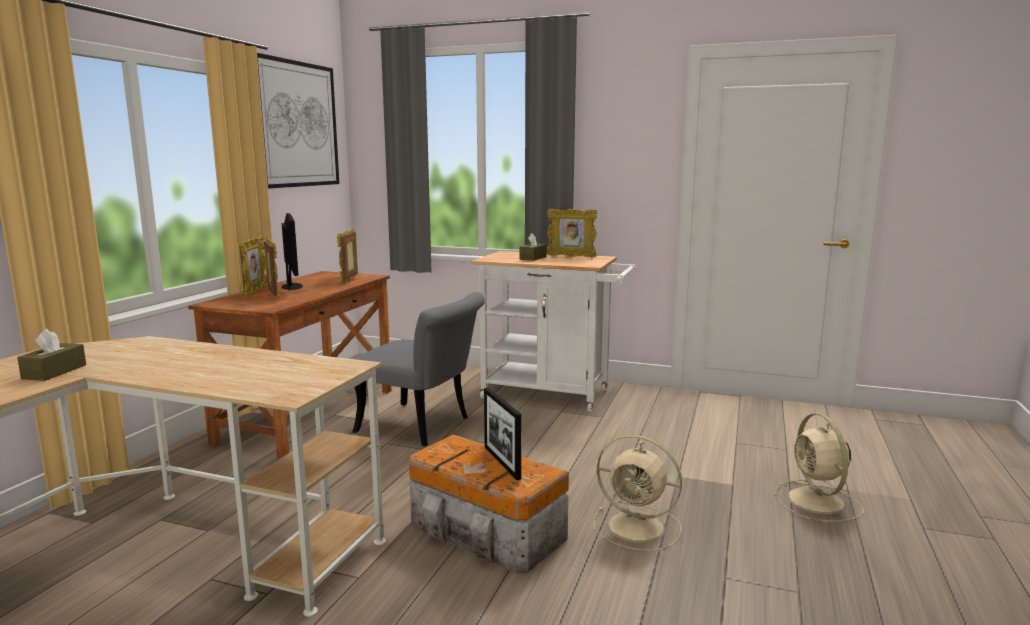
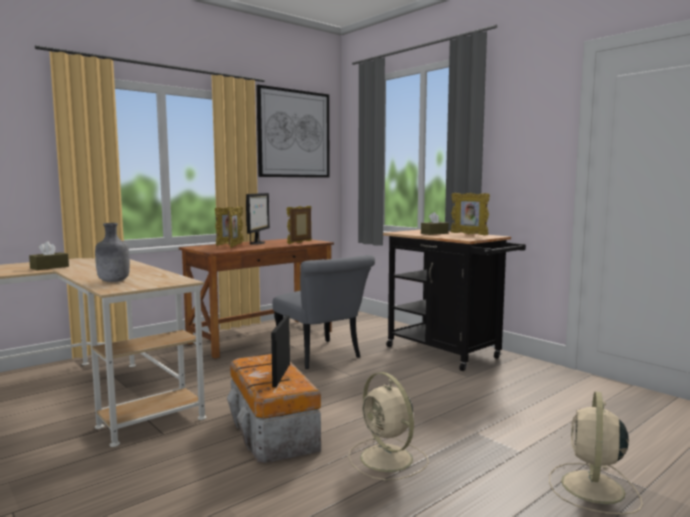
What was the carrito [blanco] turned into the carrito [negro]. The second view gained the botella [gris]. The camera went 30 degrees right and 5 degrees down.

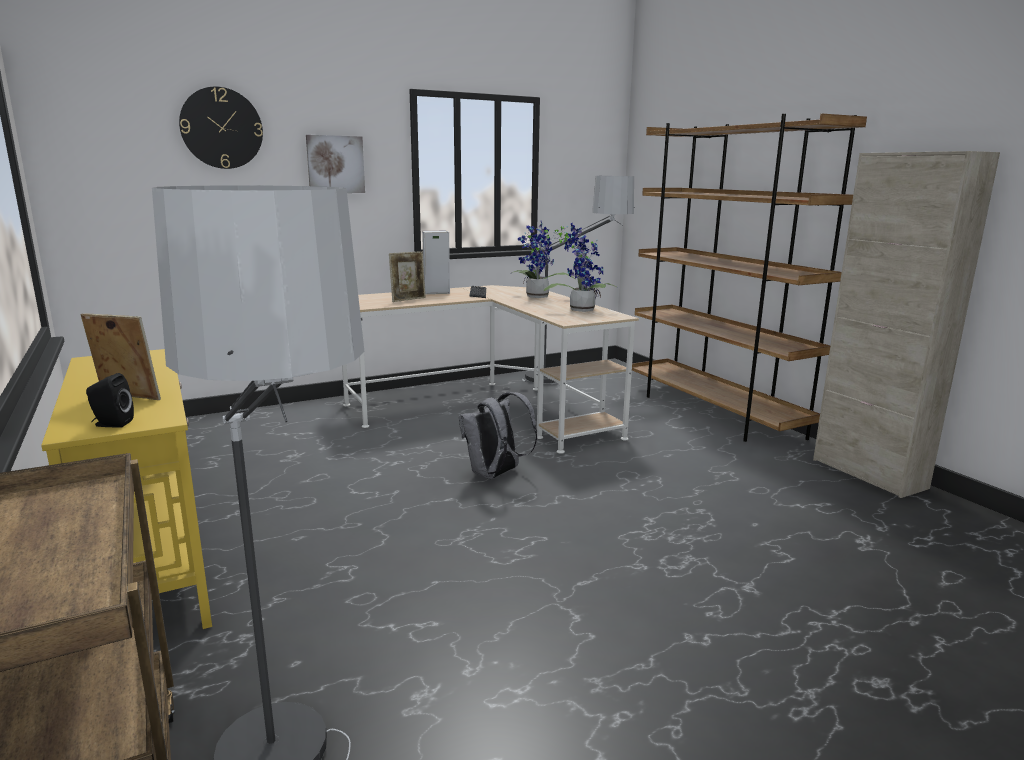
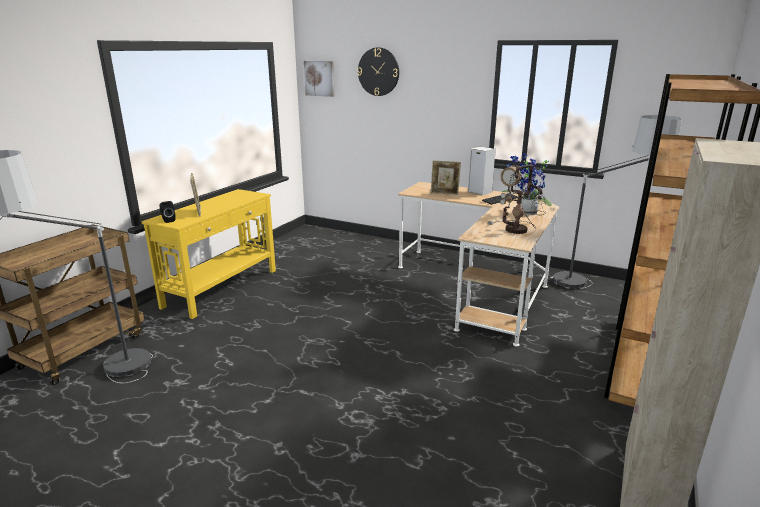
The cuadro ended up elsewhere. Where the planta en maceta (2nd from left) stood, the lámpara de mesa came to stand. The second view lost the mochila [gris]. The camera went 55 degrees right and 5 degrees up.

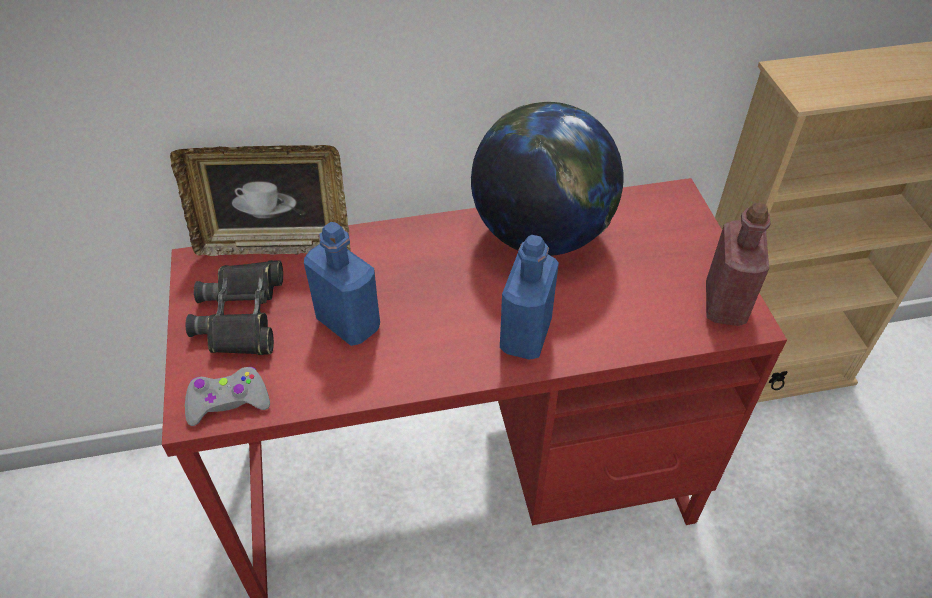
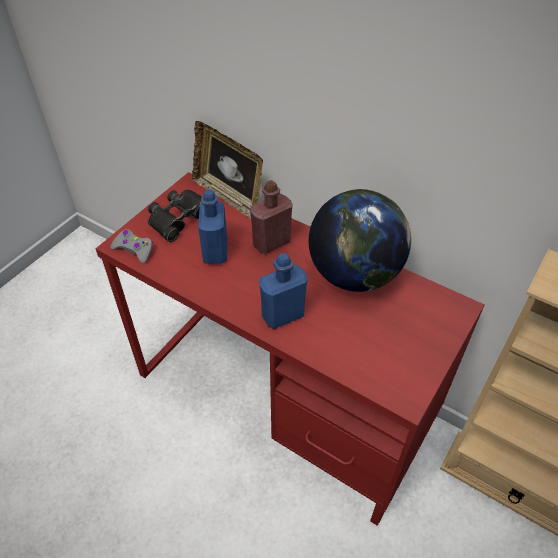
The botella [rojo] ended up elsewhere. The camera went 45 degrees right and 0 degrees up.

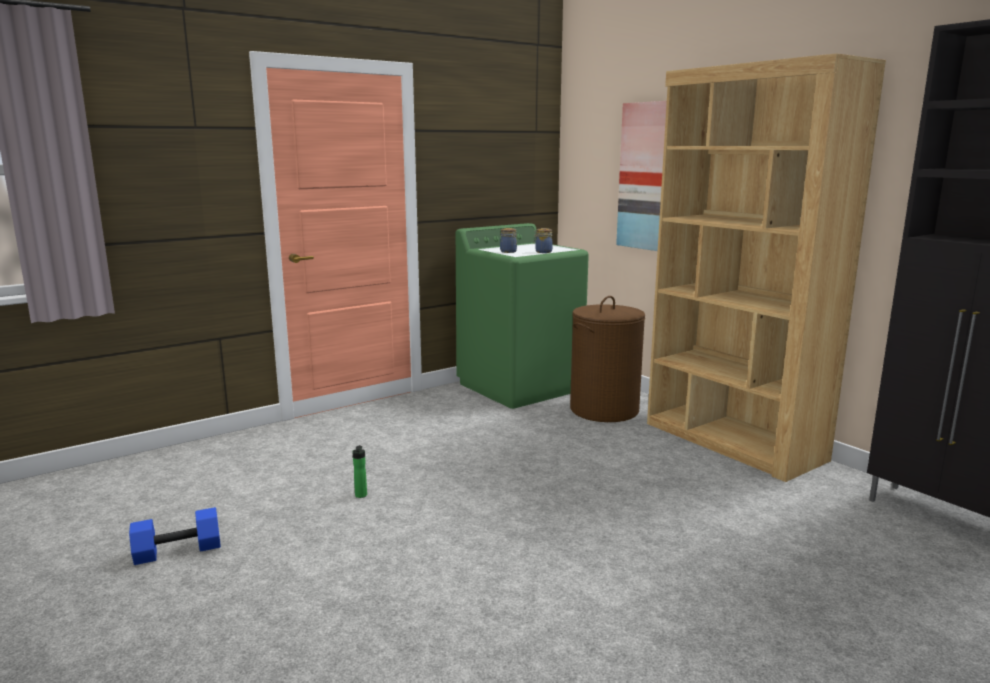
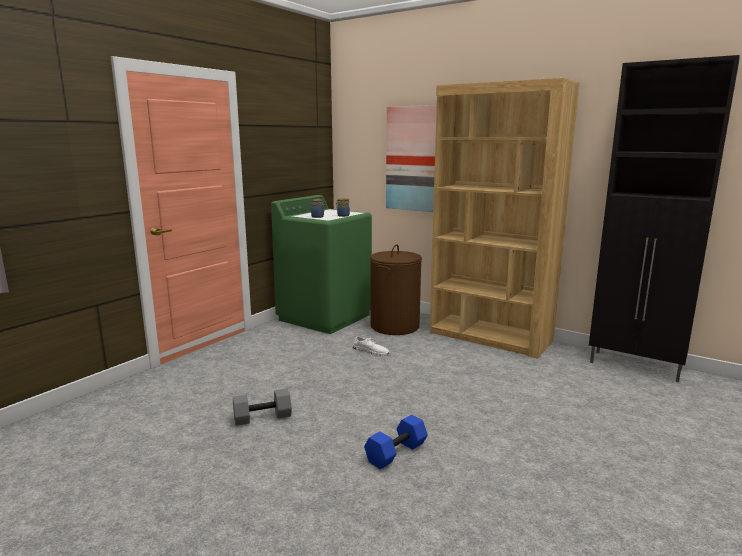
Where the botella stood, the mancuerna [gris] came to stand. The mancuerna [azul] ended up elsewhere. The second view gained the zapato [blanco]. The camera went 20 degrees left and 0 degrees up.

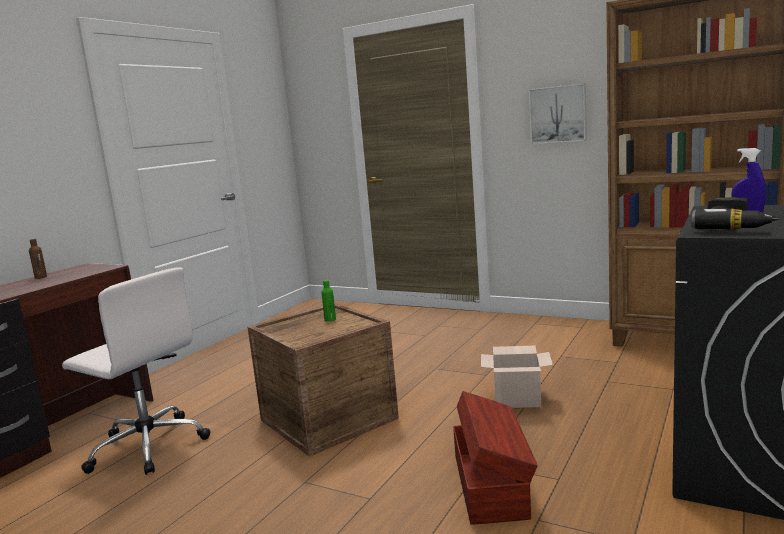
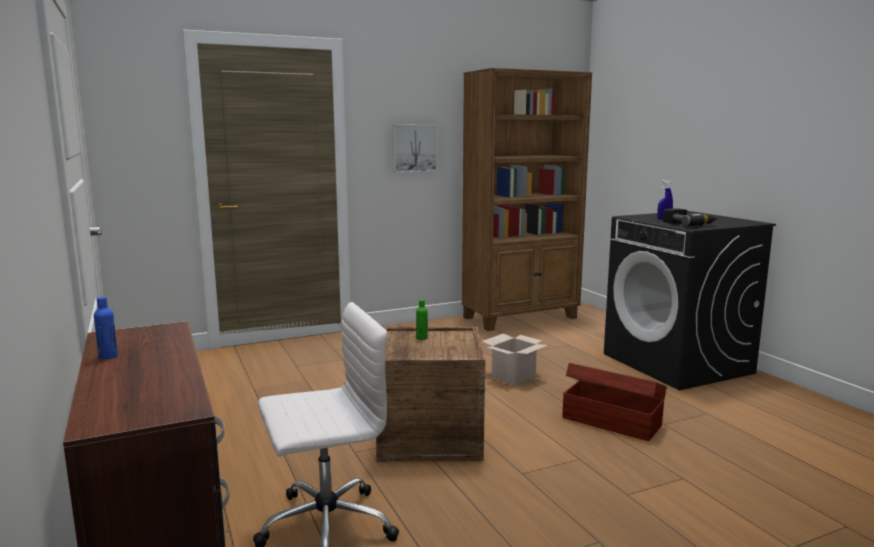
What was the botella [marrón] turned into the botella [azul]. The camera went 55 degrees left and 0 degrees up.

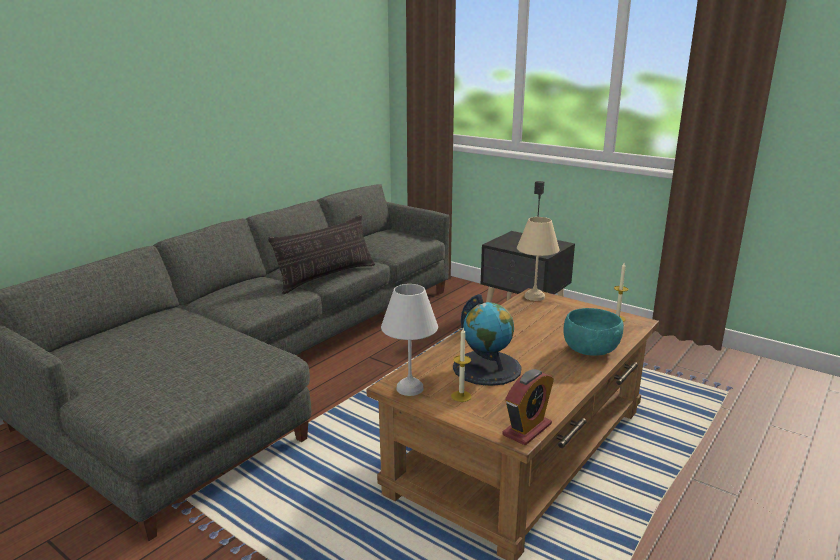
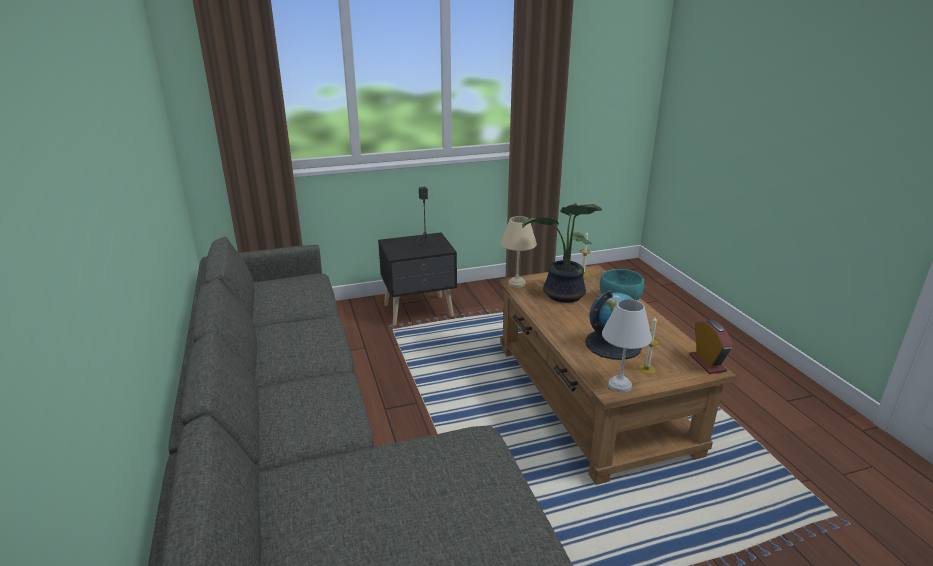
The second view lost the cojín. The second view gained the planta en maceta. The camera went 55 degrees left and 5 degrees up.

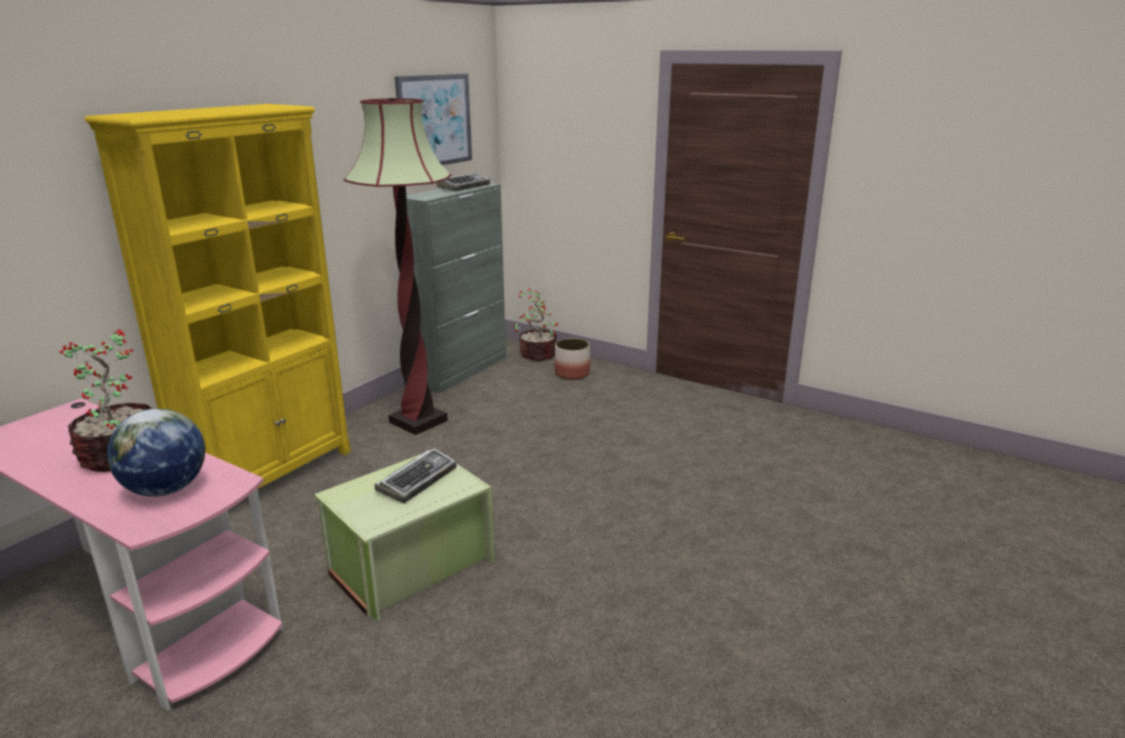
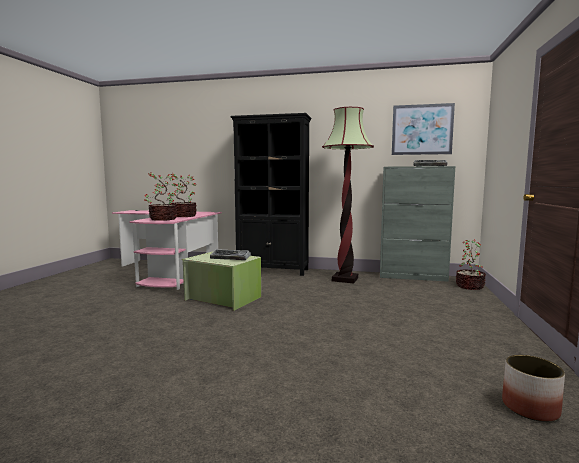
What was the estantería [amarillo] turned into the estantería [negro]. The maceta ended up elsewhere. Where the globo terráqueo stood, the planta en maceta (1st from left) came to stand. The camera went 70 degrees right and 15 degrees down.

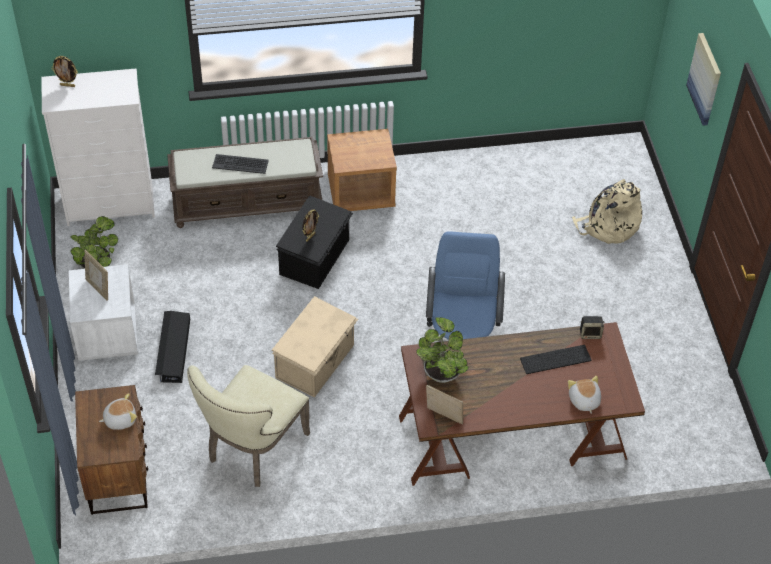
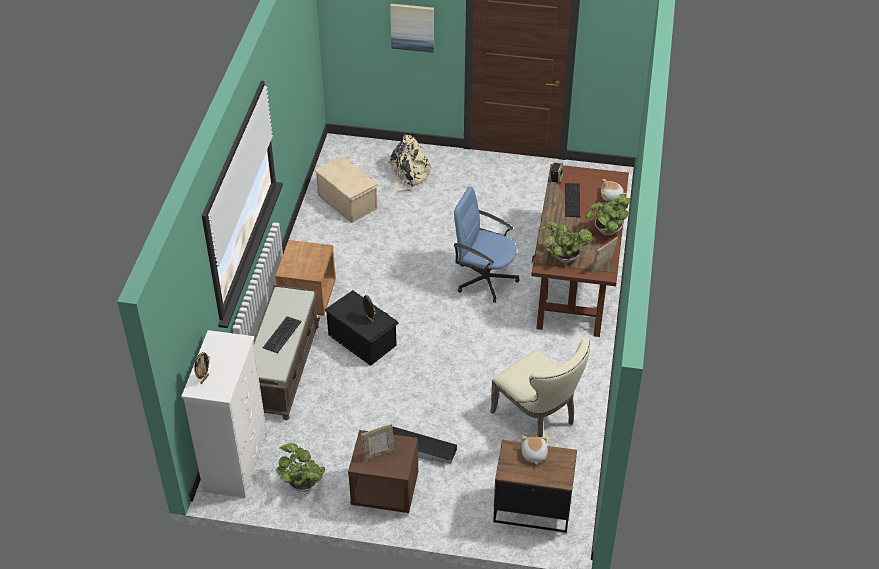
What was the mesita de noche [blanco] turned into the mesita de noche [marrón] (2nd from left). The caja de almacenaje [beis] ended up elsewhere. The second view gained the planta en maceta (3rd from left). The camera went 70 degrees left and 5 degrees down.

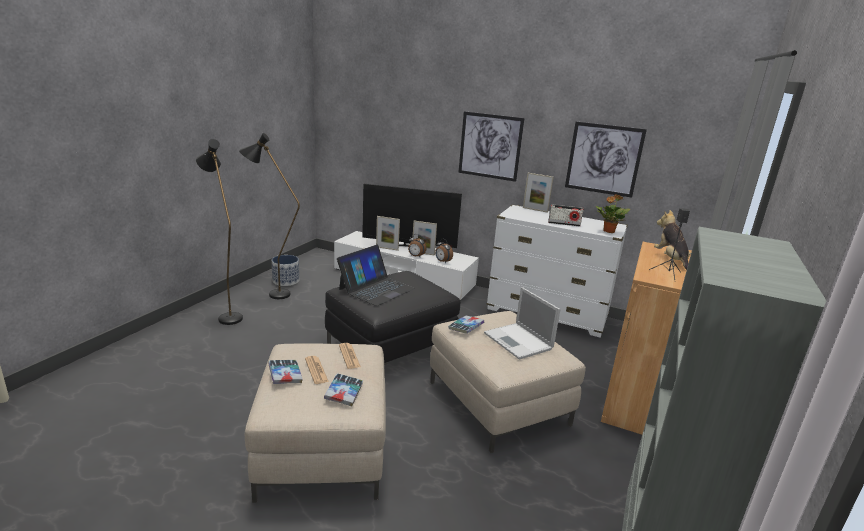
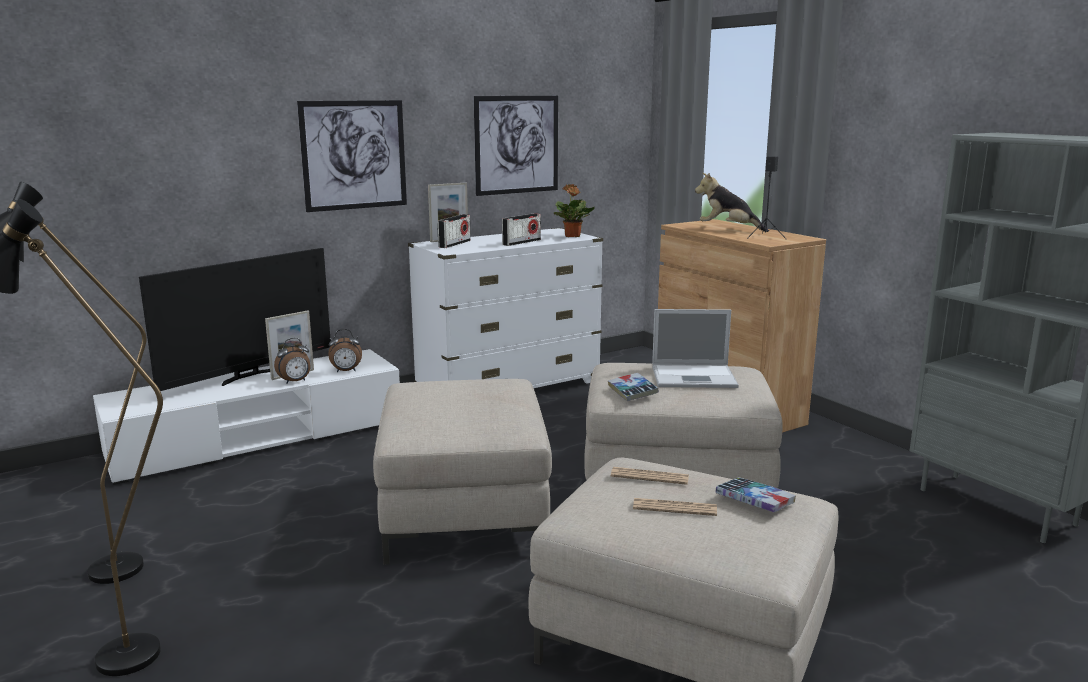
The second view lost the portarretratos (1st from left). The second view lost the portátil (1st from left). The second view lost the maceta. What was the puf [negro] turned into the puf [beis] (1st from left). The second view lost the libro (1st from left). The second view gained the radio (1st from left). The camera went 55 degrees left and 5 degrees down.

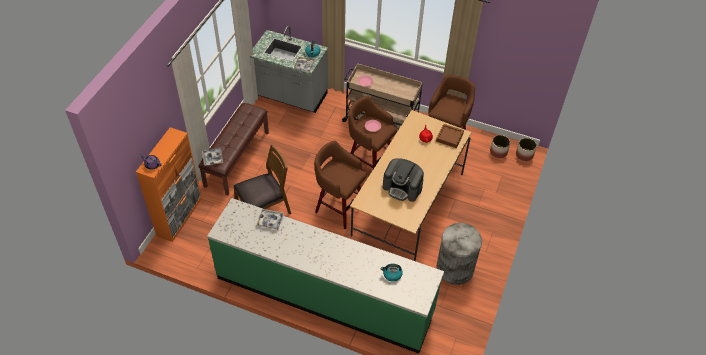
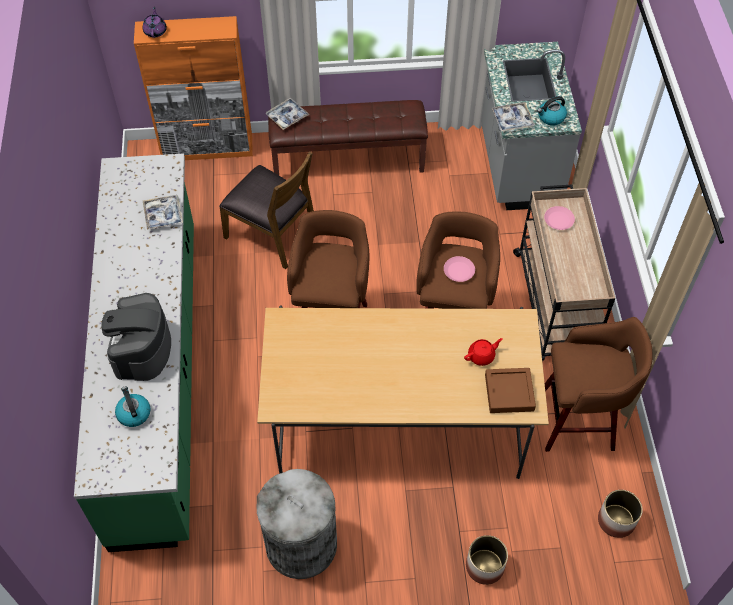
The maceta (2nd from left in the first image) ended up elsewhere. The cafetera ended up elsewhere. The camera went 65 degrees right and 5 degrees up.

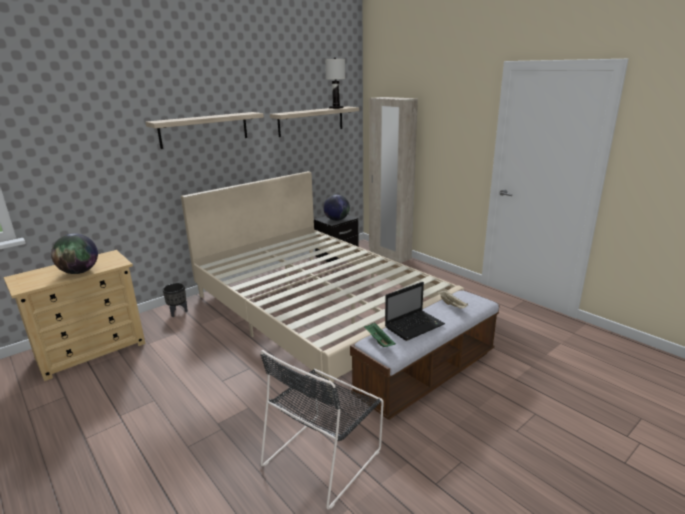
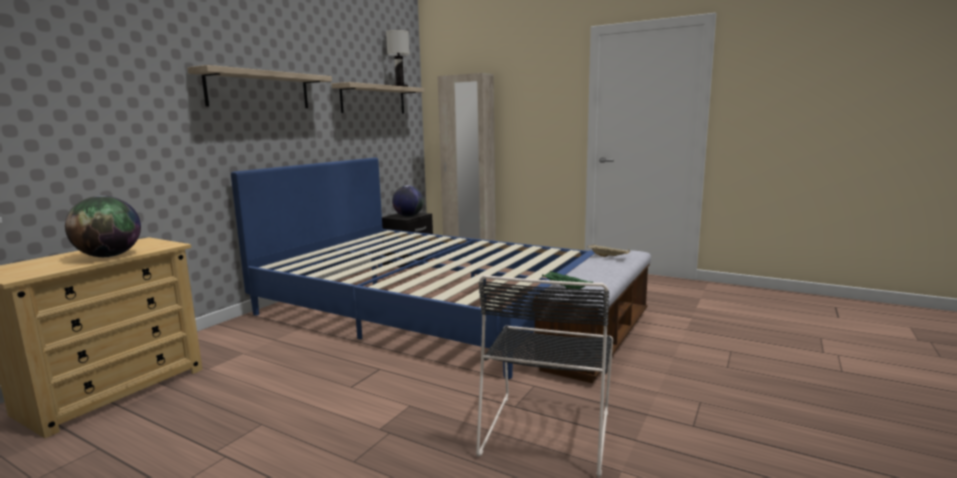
What was the cama [beis] turned into the cama [azul]. The second view lost the portátil. The second view lost the maceta [negro]. The camera went 20 degrees left and 10 degrees down.

